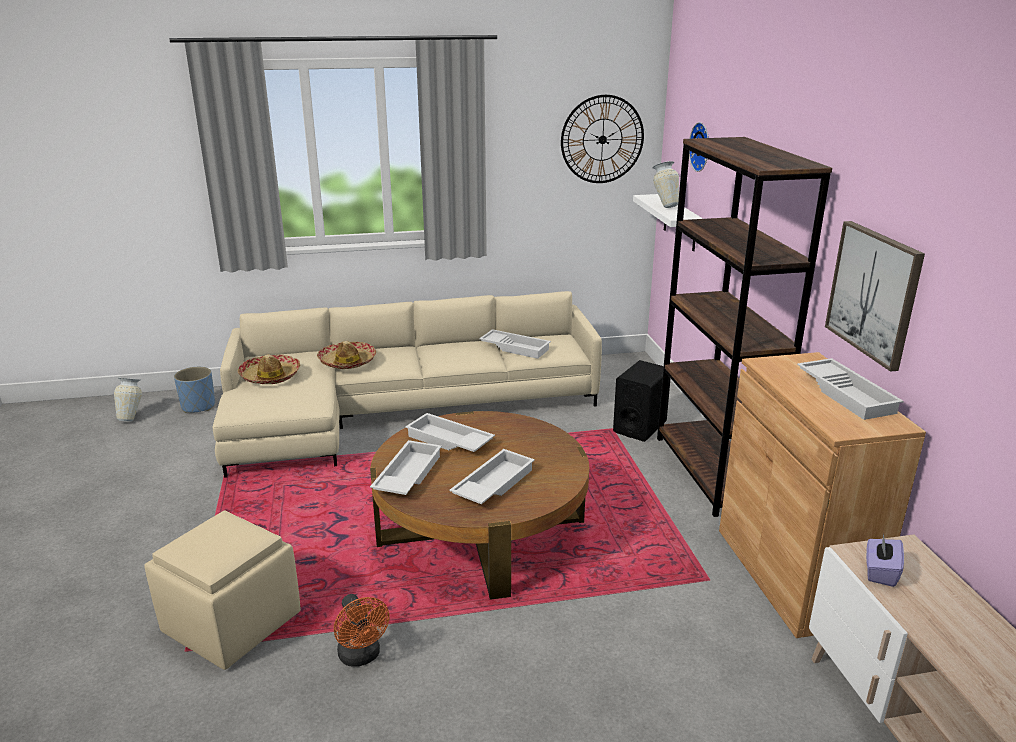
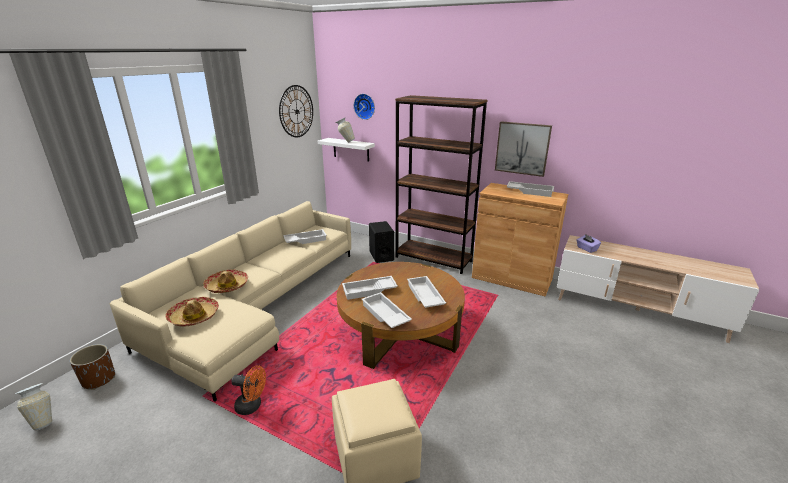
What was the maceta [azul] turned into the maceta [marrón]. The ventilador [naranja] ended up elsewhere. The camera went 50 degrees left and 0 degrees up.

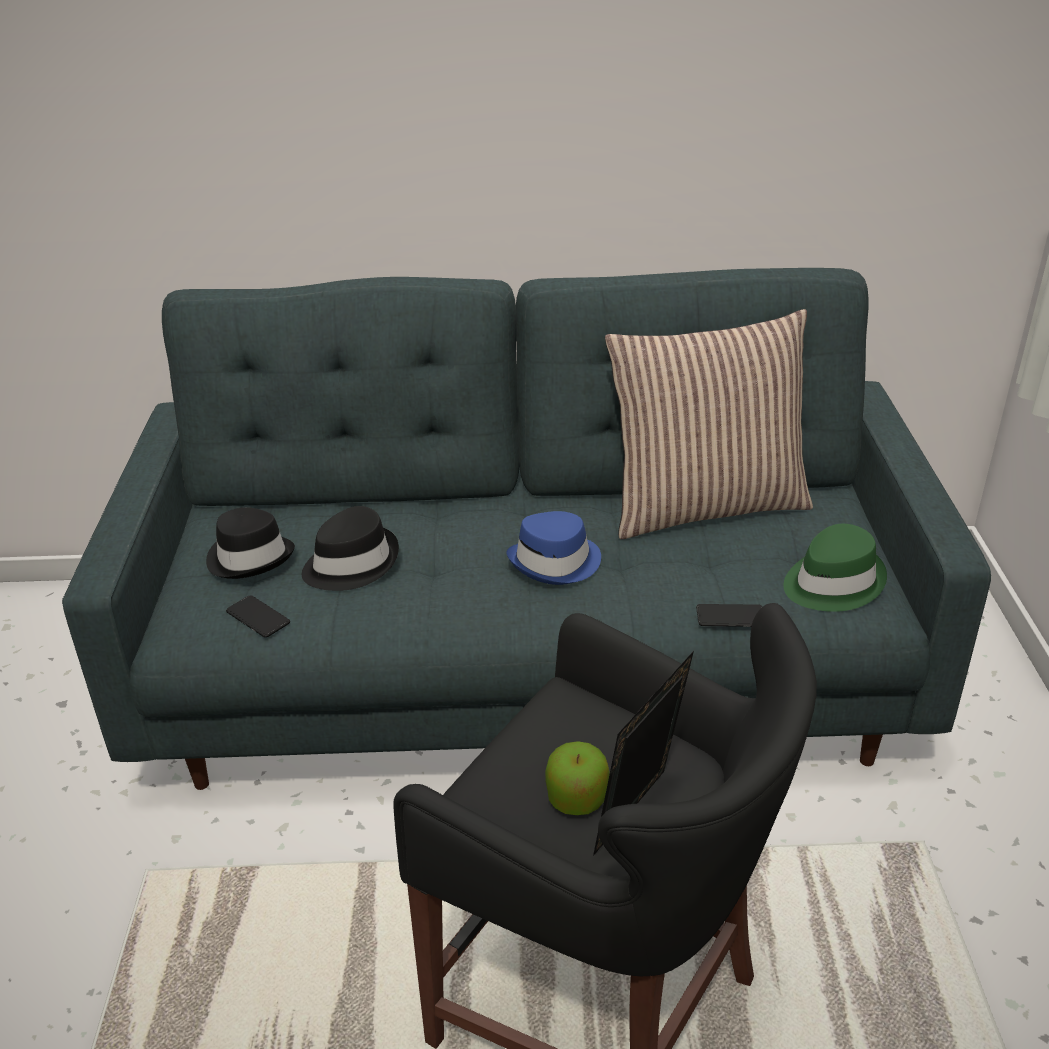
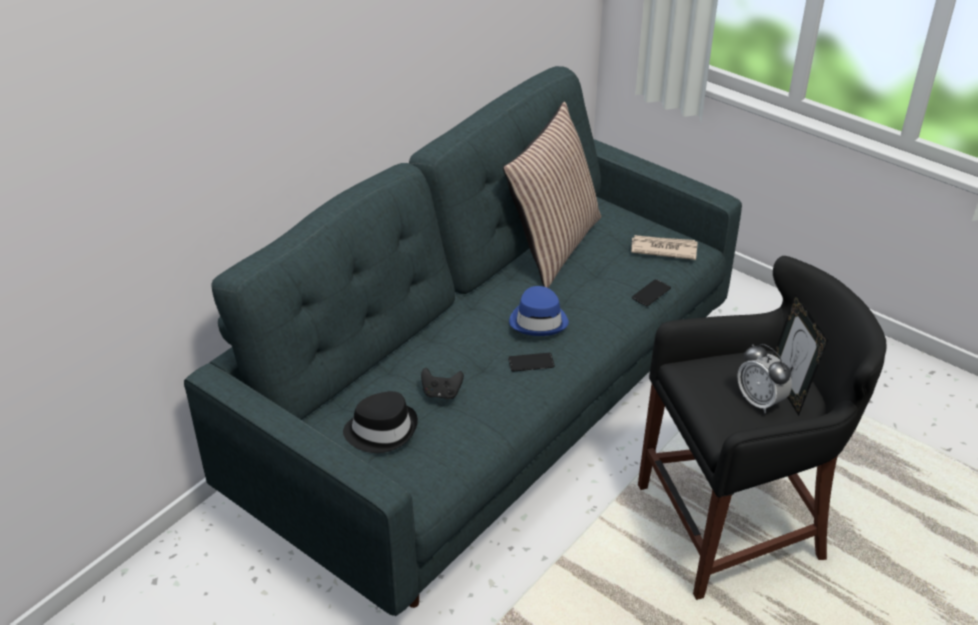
Where the sombrero [negro] (2nd from left) stood, the mando de consola [negro] came to stand. Where the sombrero [verde] stood, the periódico came to stand. The móvil (1st from left) ended up elsewhere. Where the manzana stood, the despertador came to stand. The camera went 50 degrees left and 5 degrees up.

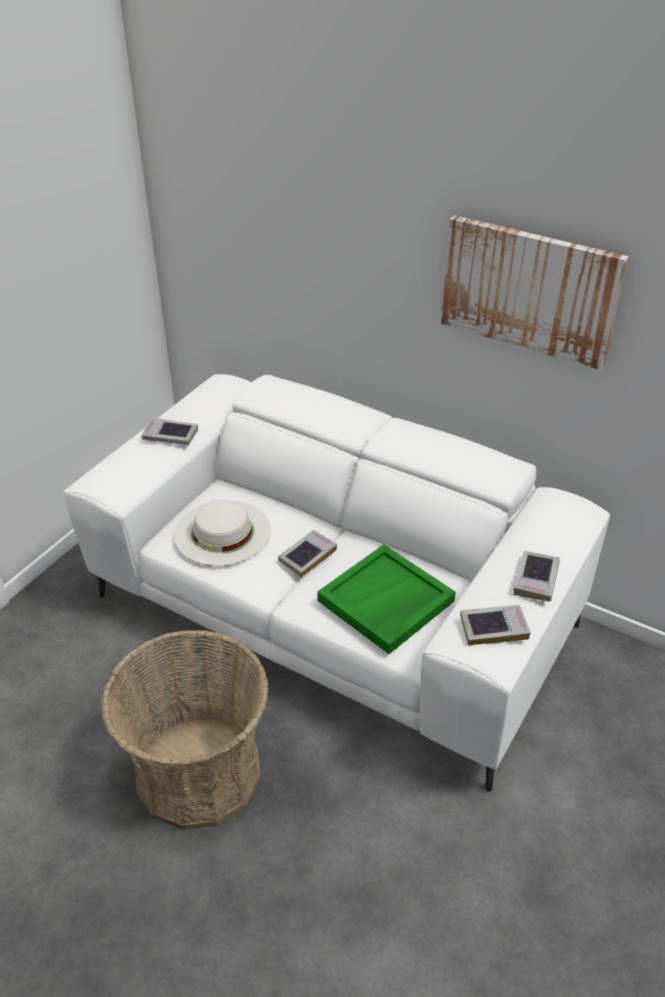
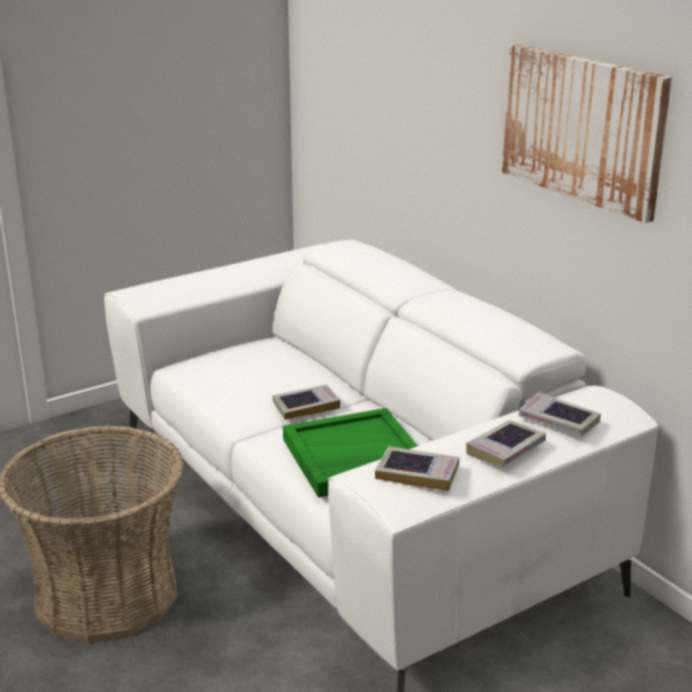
The libro (1st from left in the first image) ended up elsewhere. The second view lost the sombrero [blanco]. The camera went 25 degrees right and 15 degrees down.

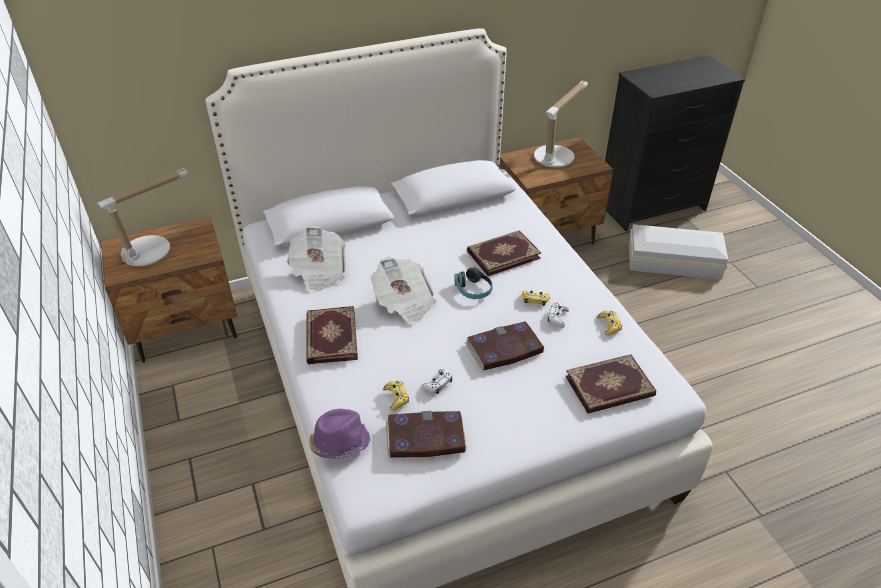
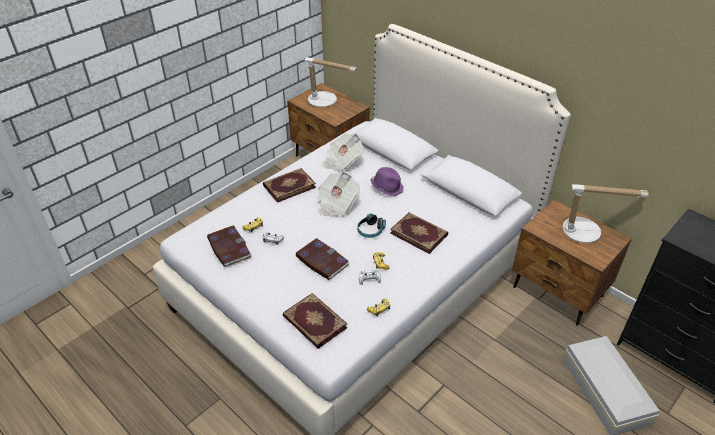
The sombrero [morado] ended up elsewhere. The camera went 65 degrees right and 0 degrees up.

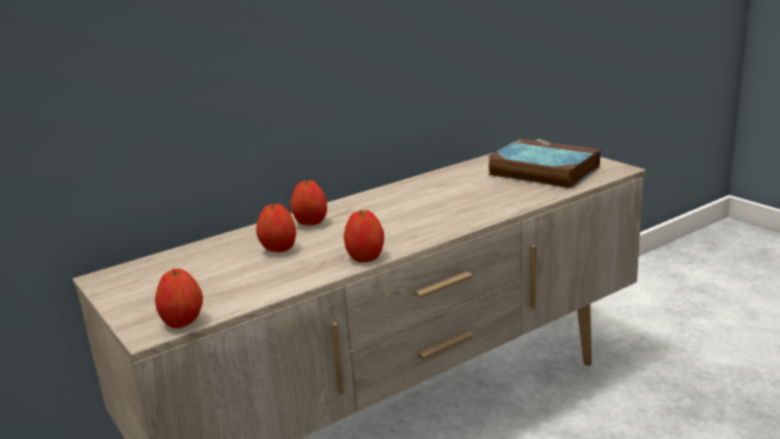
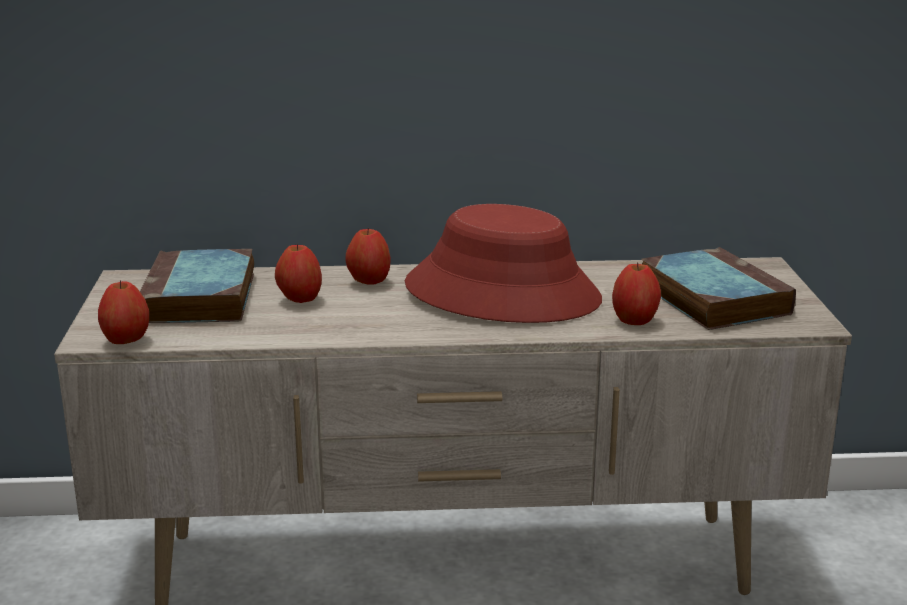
The manzana (4th from left) ended up elsewhere. The second view gained the sombrero [rojo]. The second view gained the libro (1st from left). The camera went 30 degrees right and 0 degrees up.

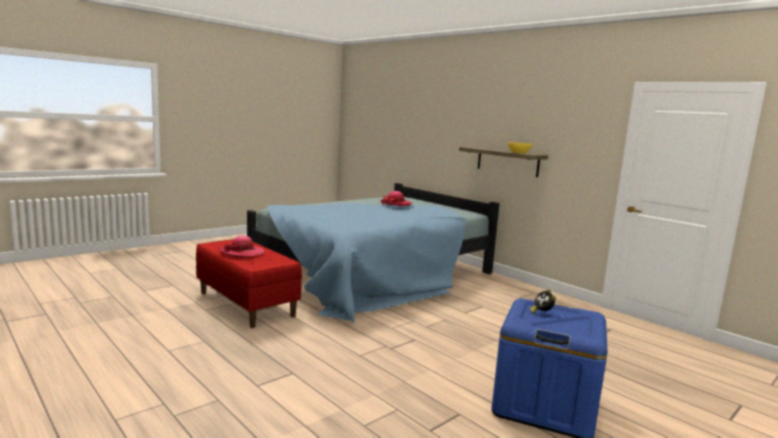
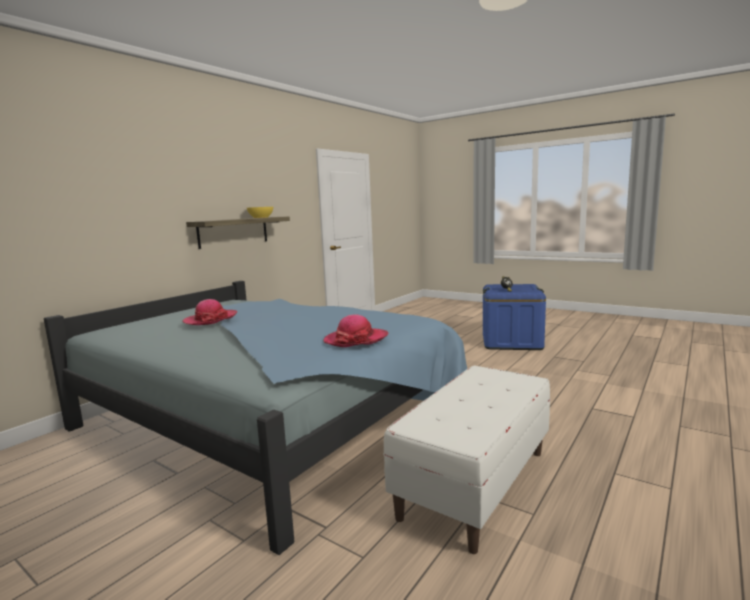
The sombrero (1st from left in the first image) ended up elsewhere. What was the banco [rojo] turned into the banco [blanco]. The camera went 100 degrees left and 0 degrees up.

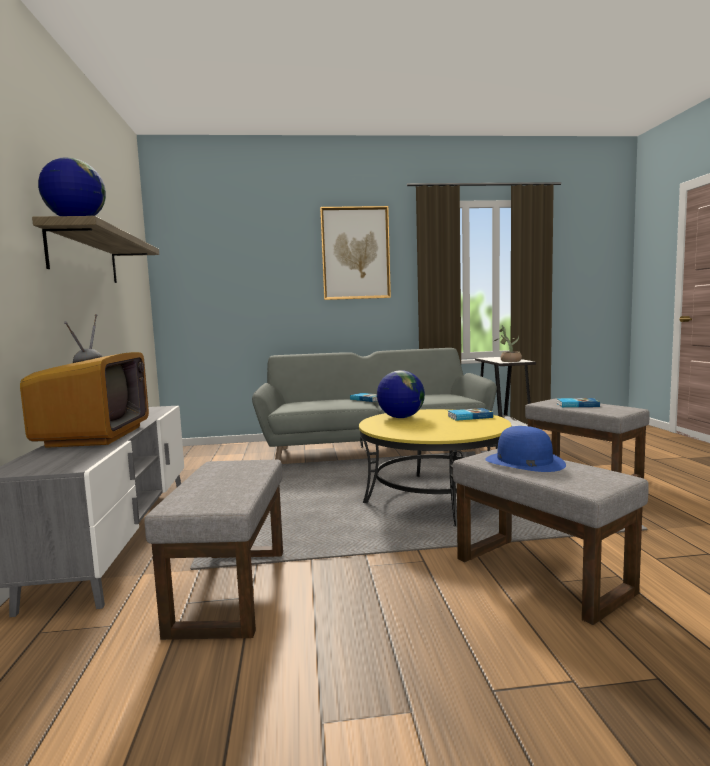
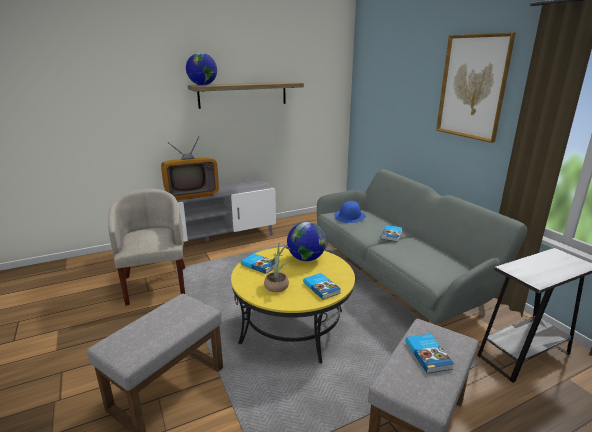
The planta en maceta ended up elsewhere. The sombrero [azul] ended up elsewhere. Where the puf [gris] (1st from left) stood, the sillón [beis] came to stand. The second view gained the libro (1st from left). The camera went 70 degrees right and 15 degrees up.

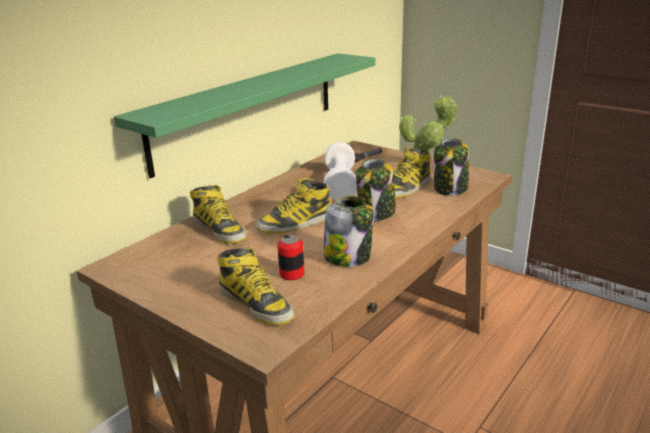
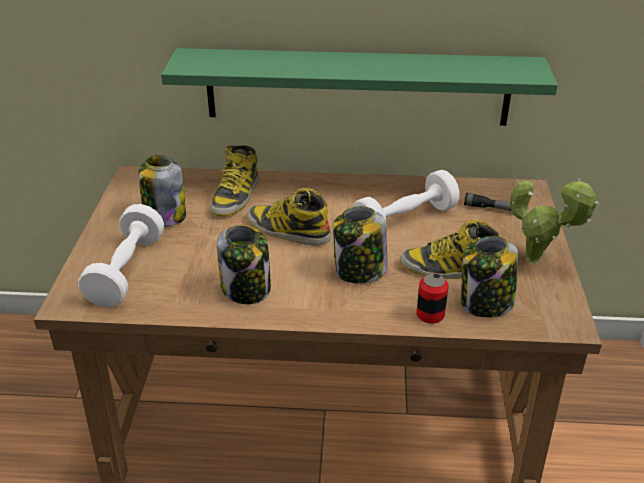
The lata ended up elsewhere. Where the bota (2nd from left) stood, the mancuerna [blanco] (1st from left) came to stand. The second view gained the tarro (1st from left). The camera went 55 degrees right and 10 degrees up.

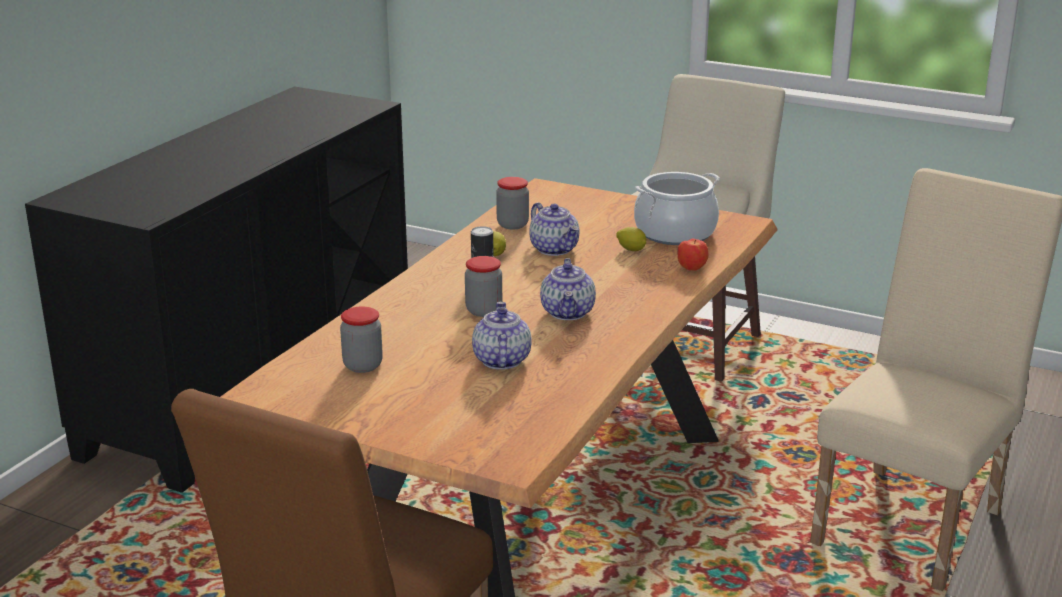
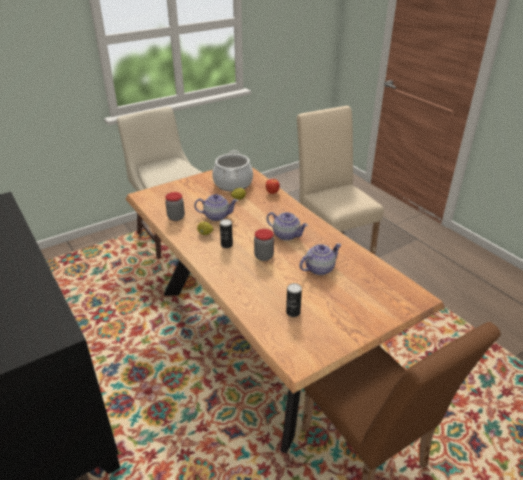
The tetera (1st from left in the first image) ended up facing another way, 120 degrees clockwise from before. Where the tarro (1st from left) stood, the lata (2nd from left) came to stand. The camera went 60 degrees left and 10 degrees up.

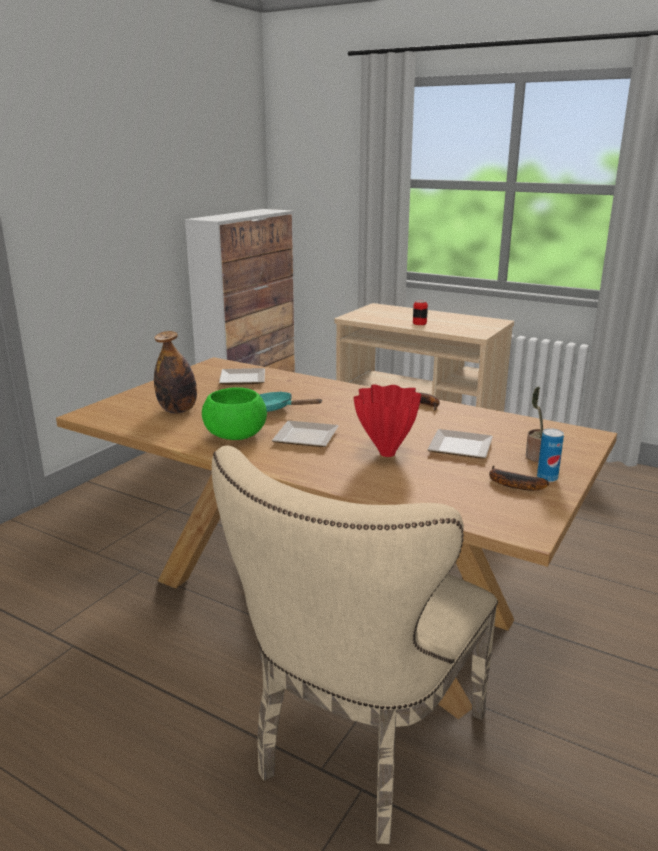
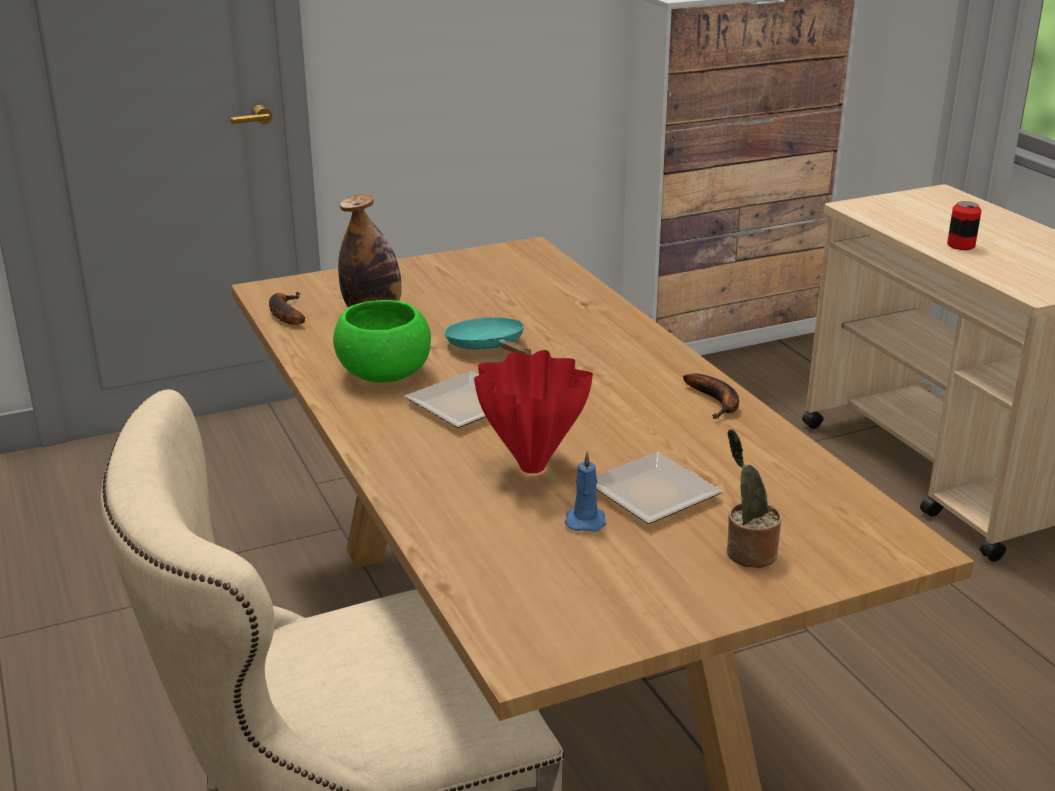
The second view lost the plato (1st from left). The second view lost the lata (2nd from left). The plátano (2nd from left in the first image) ended up elsewhere. The second view gained the vela [azul]. The camera went 35 degrees right and 5 degrees up.

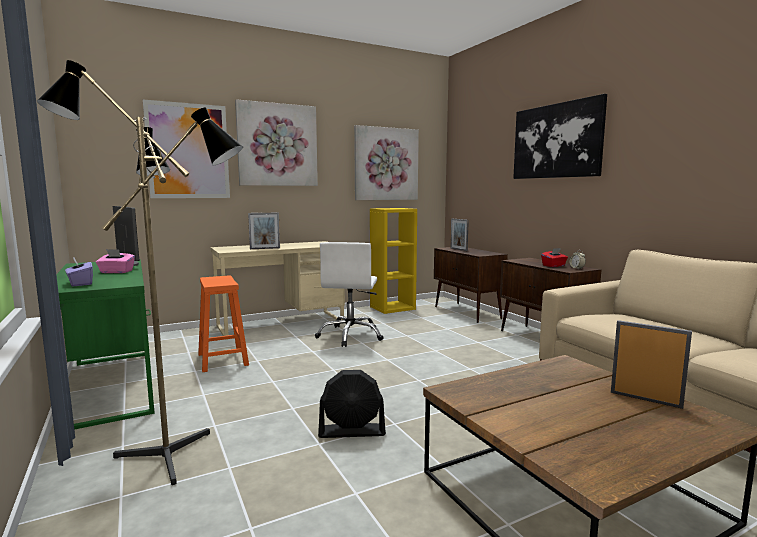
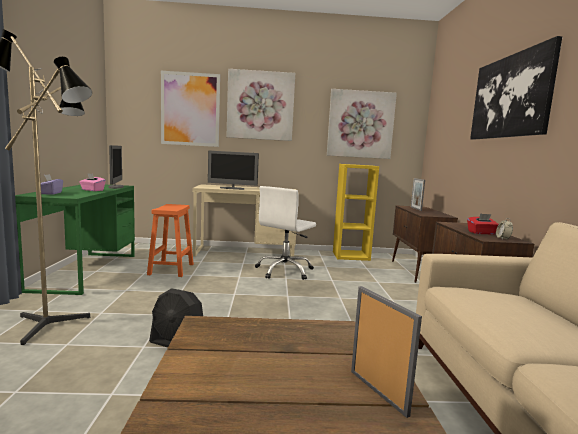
Where the portarretratos (1st from left) stood, the monitor (2nd from left) came to stand. The camera went 25 degrees right and 0 degrees up.

